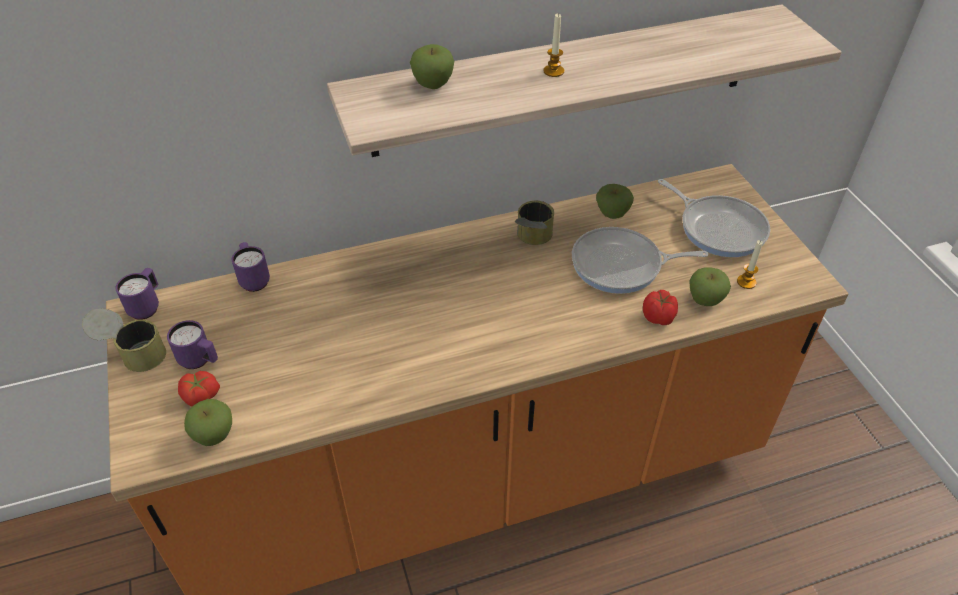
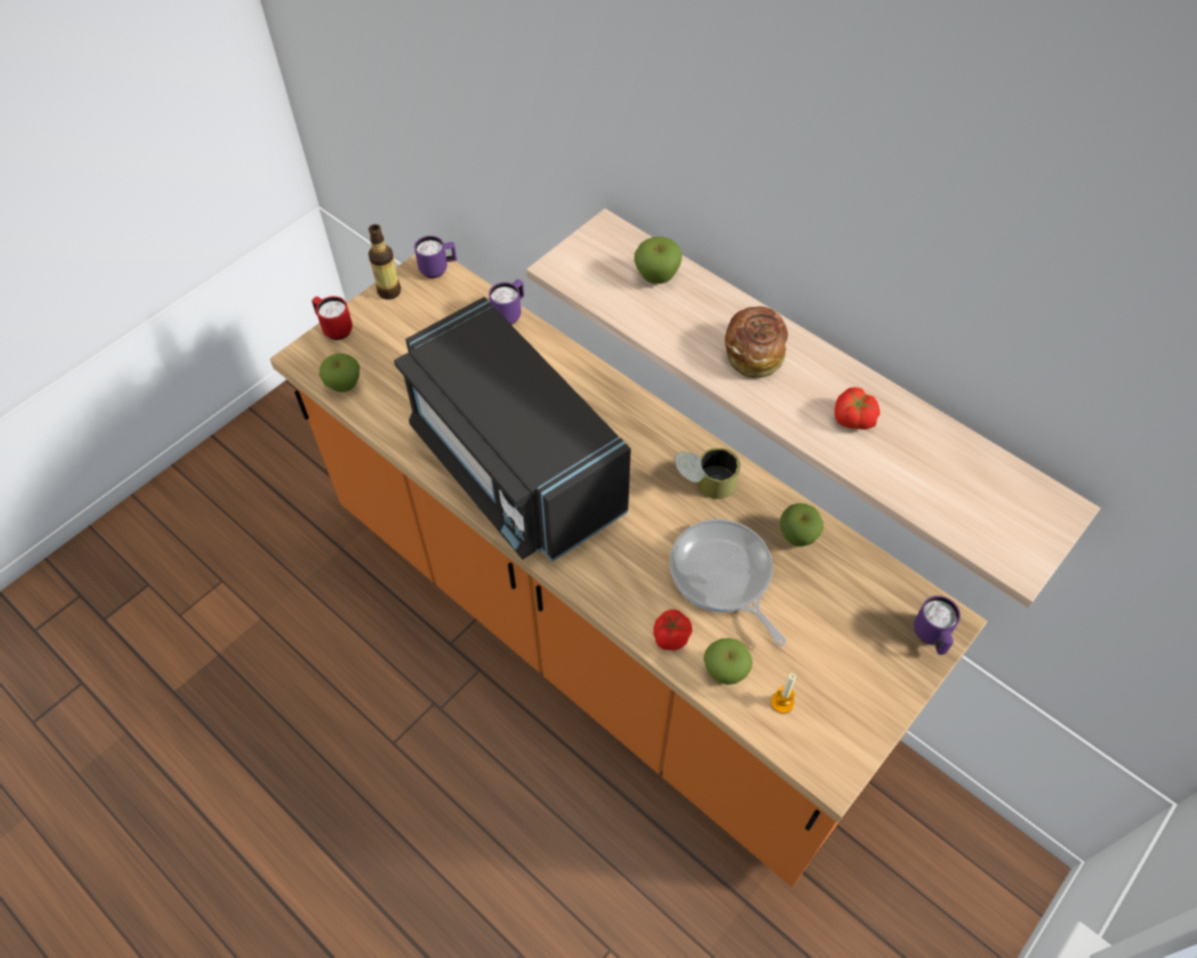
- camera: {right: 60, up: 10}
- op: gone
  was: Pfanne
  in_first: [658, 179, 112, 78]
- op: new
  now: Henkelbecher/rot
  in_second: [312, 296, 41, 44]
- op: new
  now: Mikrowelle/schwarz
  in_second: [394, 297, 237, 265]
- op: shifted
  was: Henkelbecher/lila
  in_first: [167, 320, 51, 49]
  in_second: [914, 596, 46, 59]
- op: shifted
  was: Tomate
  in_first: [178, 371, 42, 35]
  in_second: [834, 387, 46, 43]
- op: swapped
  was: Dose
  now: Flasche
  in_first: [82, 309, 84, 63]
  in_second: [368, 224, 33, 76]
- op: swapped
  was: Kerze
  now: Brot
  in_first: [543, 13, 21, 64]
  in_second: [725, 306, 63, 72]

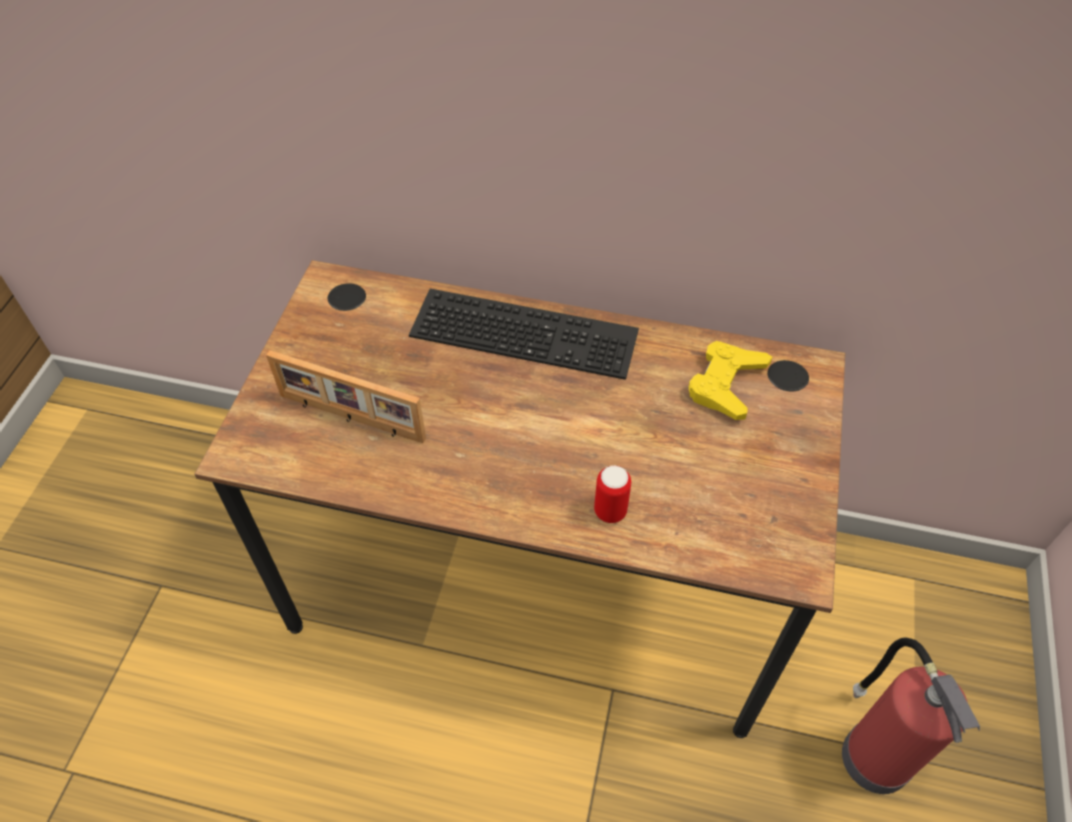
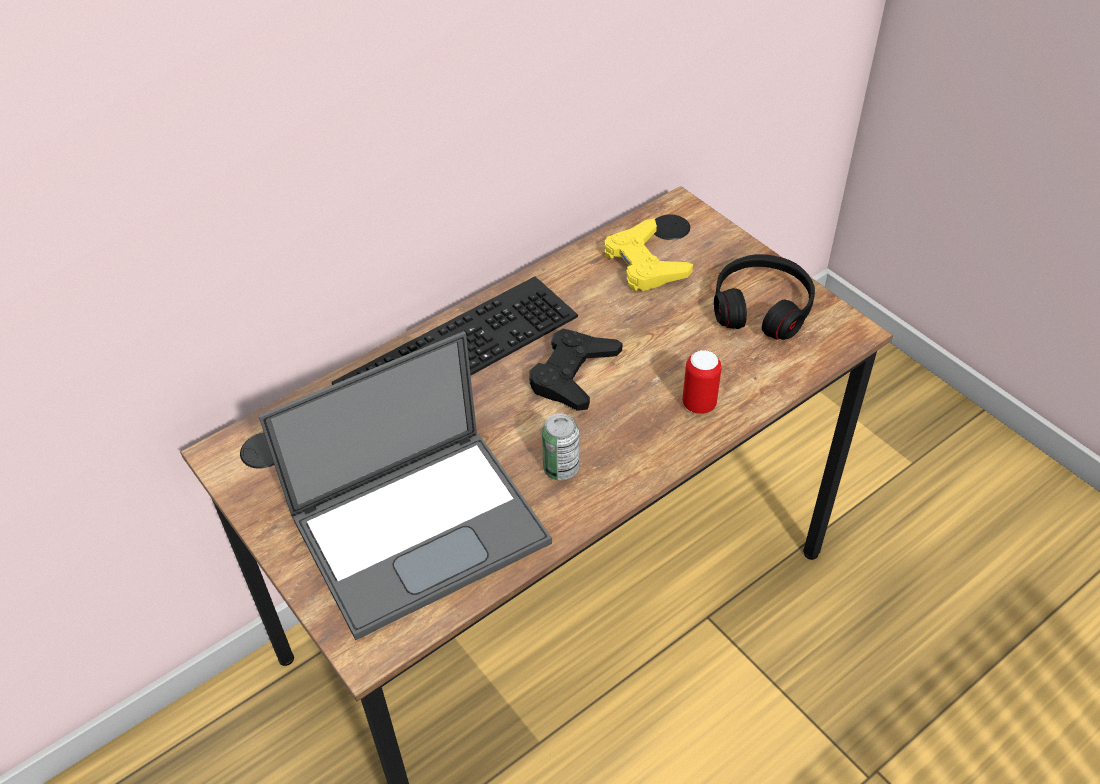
- camera: {right: -50, up: -5}
- op: gone
  was: Feuerlöscher
  in_first: [842, 638, 138, 156]
- op: new
  now: Gamepad/schwarz
  in_second: [529, 328, 93, 83]
- op: new
  now: Dose
  in_second: [542, 414, 37, 67]
- op: new
  now: Kopfhörer/schwarz
  in_second: [714, 254, 101, 86]
- op: swapped
  was: Bilderrahmen
  now: Laptop
  in_first: [266, 350, 160, 93]
  in_second: [259, 331, 293, 309]

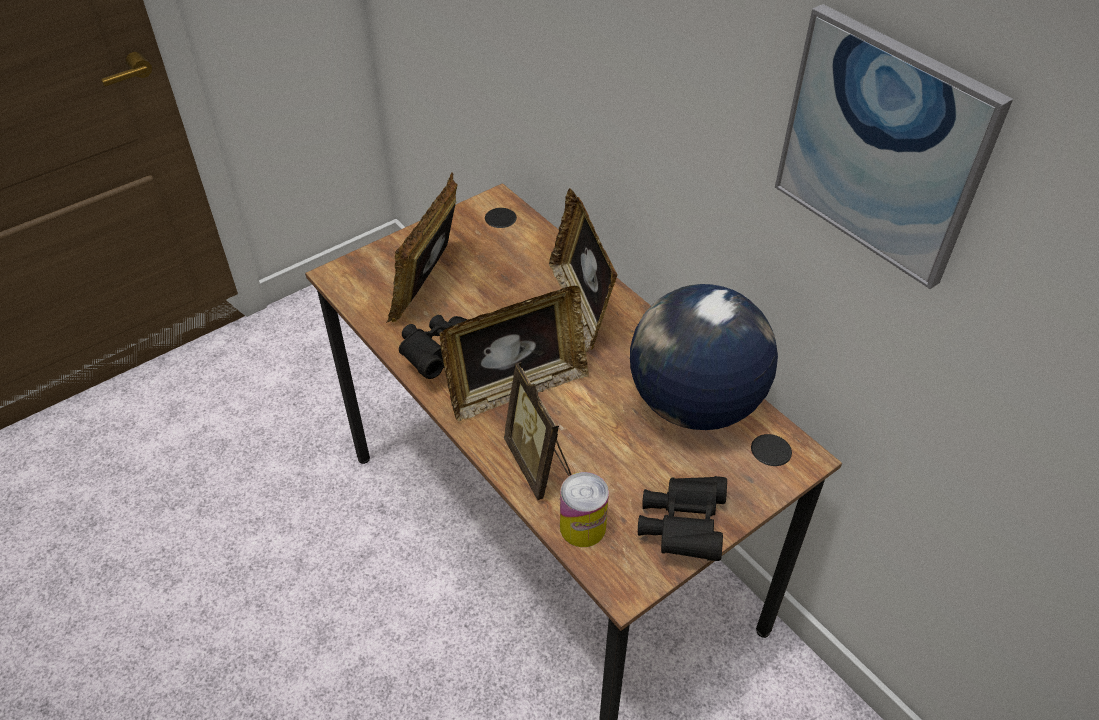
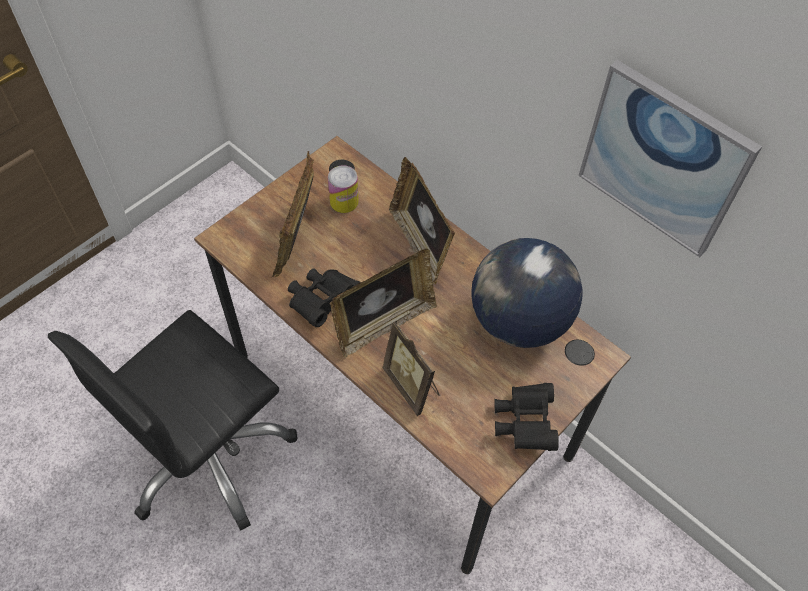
- camera: {right: -10, up: 10}
- op: new
  now: Bürostuhl/schwarz
  in_second: [48, 310, 250, 221]
- op: shifted
  was: Dose
  in_first: [560, 472, 49, 75]
  in_second: [328, 165, 31, 48]

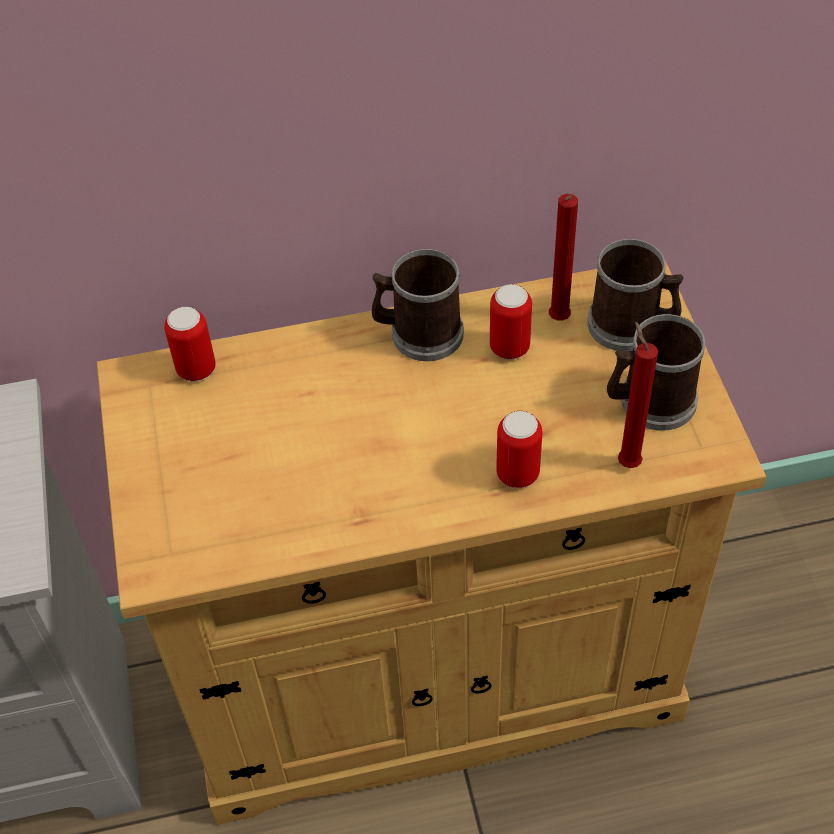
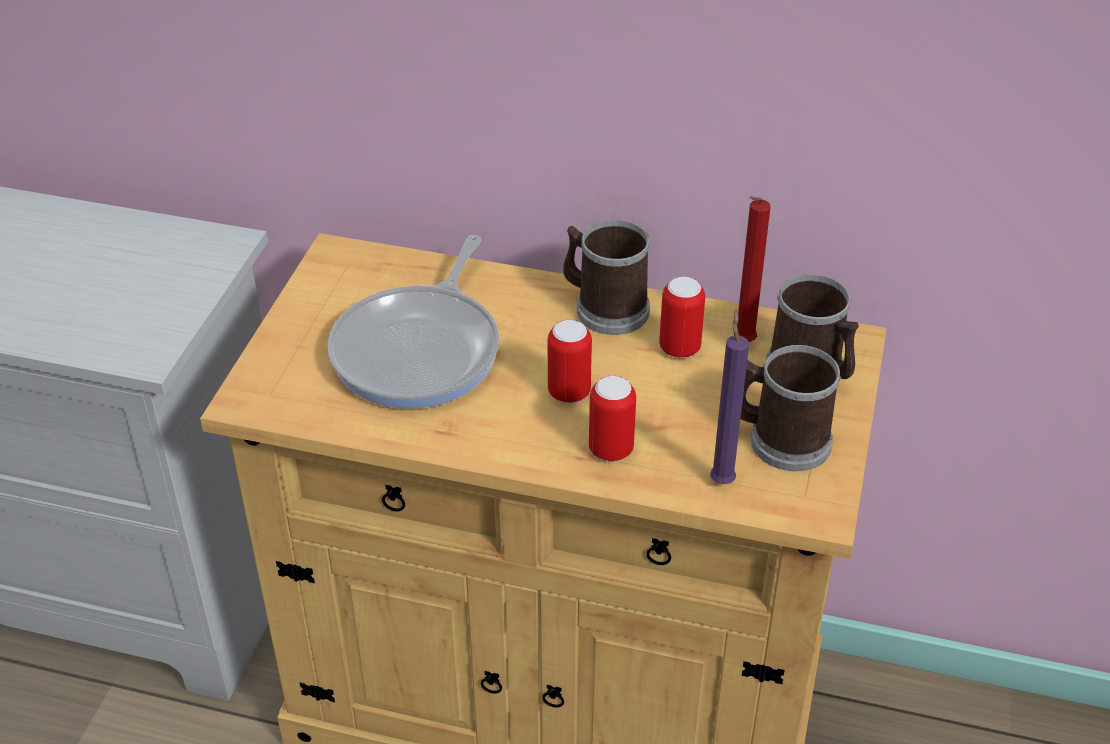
- camera: {right: 25, up: -10}
- op: new
  now: Pfanne
  in_second: [328, 235, 171, 174]
- op: shifted
  was: Dose
  in_first: [164, 306, 52, 76]
  in_second: [548, 320, 44, 84]
- op: repainted
  was: Kerze/rot
  now: Kerze/lila
  in_first: [618, 322, 40, 146]
  in_second: [710, 310, 39, 174]

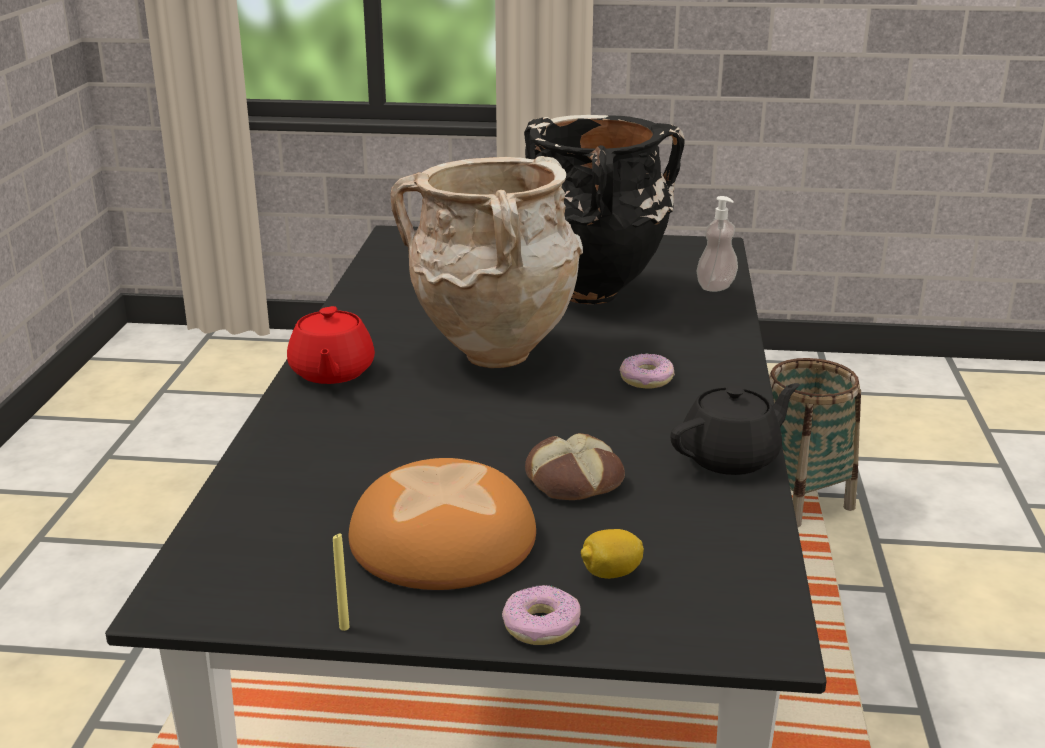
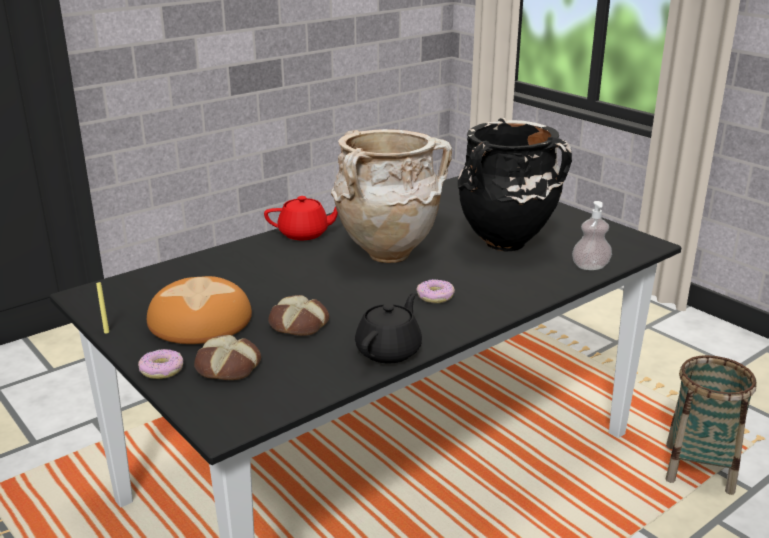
- camera: {right: 45, up: 0}
- op: swapped
  was: Zitrone
  now: Brot
  in_first: [581, 529, 63, 50]
  in_second: [194, 335, 67, 45]
- op: rotated
  was: Teekanne/rot
  in_first: [287, 306, 88, 78]
  in_second: [264, 196, 74, 44]
  clockwise: -135
- op: rotated
  was: Teekanne/schwarz
  in_first: [670, 383, 130, 92]
  in_second: [355, 292, 67, 72]
  clockwise: -75

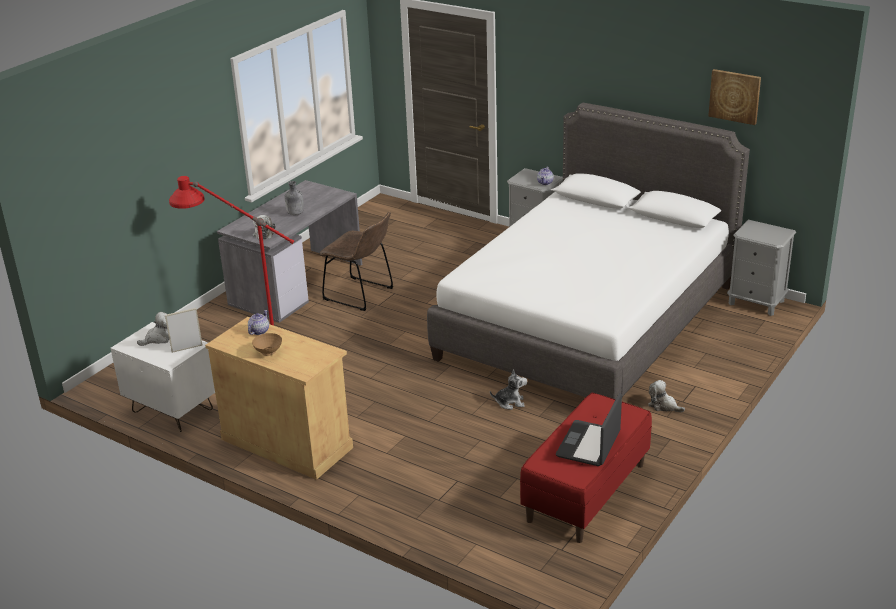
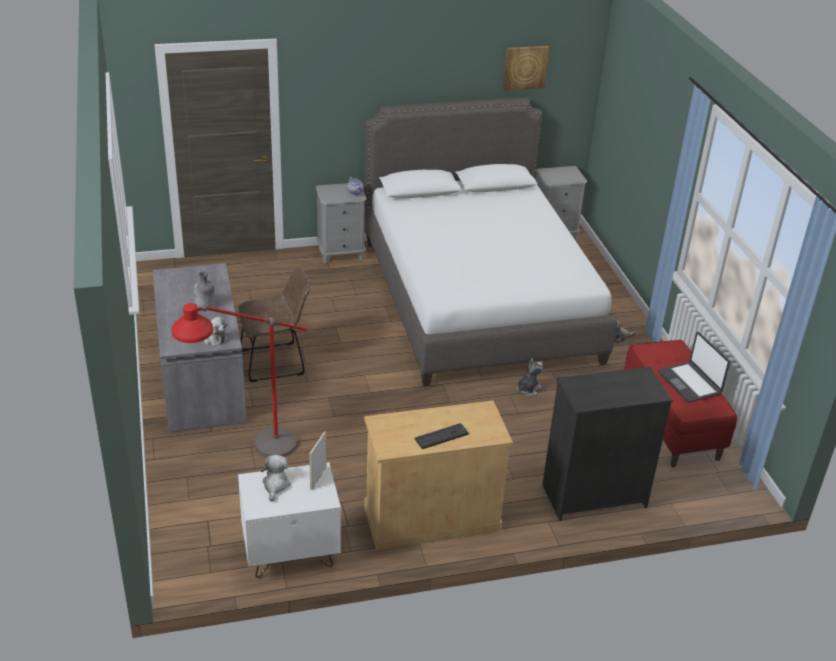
- camera: {right: -50, up: 5}
- op: gone
  was: Teekanne
  in_first: [248, 310, 21, 25]
- op: new
  now: Kommode/schwarz
  in_second: [542, 367, 131, 154]
- op: swapped
  was: Schüssel/braun
  now: Tastatur
  in_first: [252, 333, 30, 23]
  in_second: [415, 423, 54, 26]

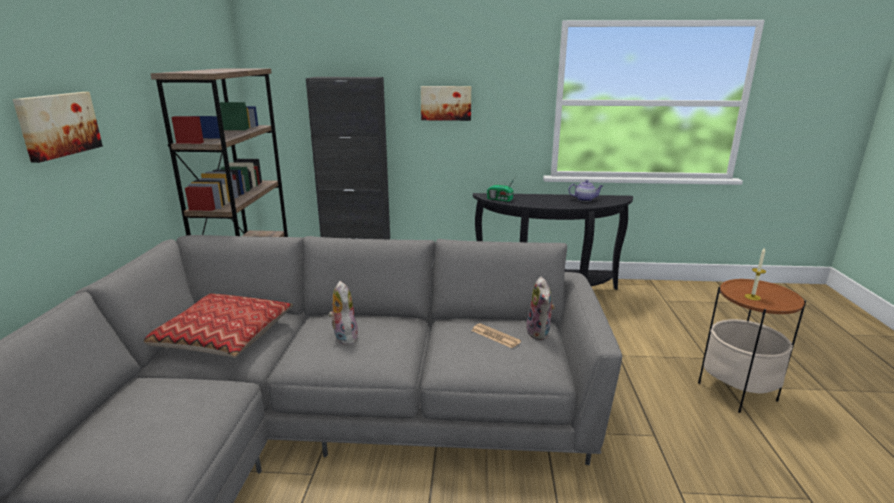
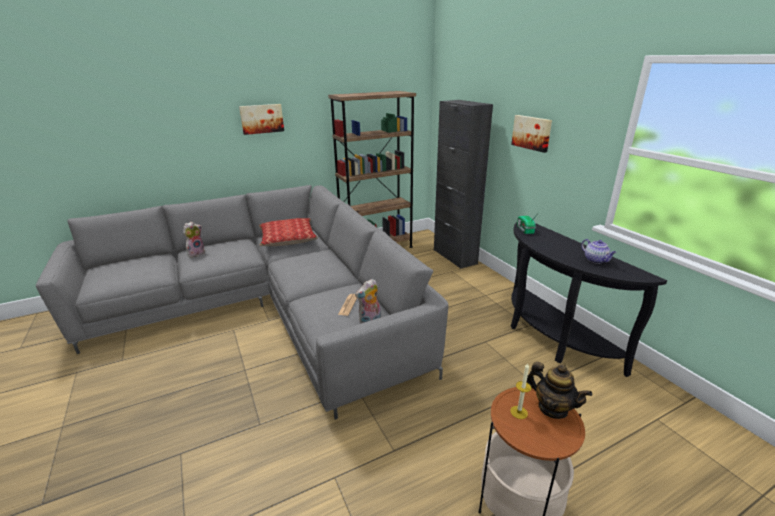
- camera: {right: 60, up: 5}
- op: new
  now: Teekanne
  in_second: [527, 362, 65, 57]
- op: shifted
  was: Plüschtier
  in_first: [328, 281, 30, 64]
  in_second: [183, 222, 22, 35]

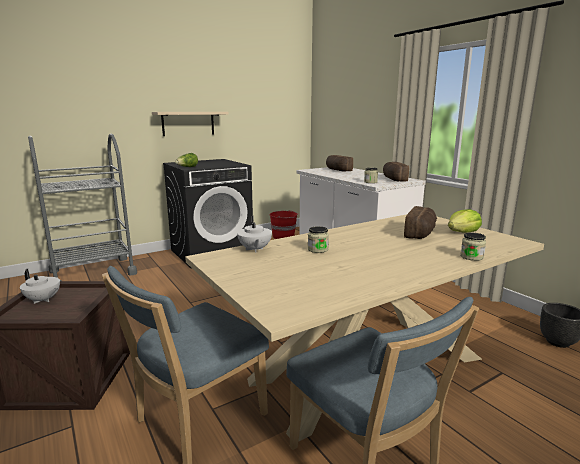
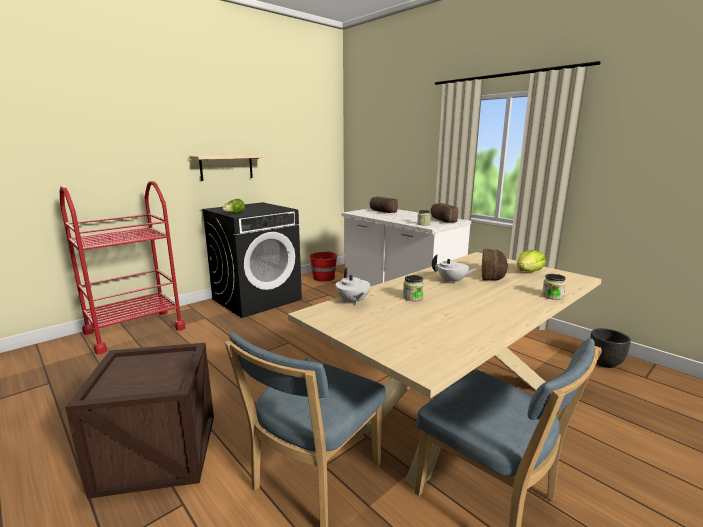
- camera: {right: -10, up: 0}
- op: shifted
  was: Teekanne/weiß
  in_first: [20, 269, 40, 35]
  in_second: [432, 254, 46, 30]
- op: repainted
  was: Rollwagen/grau
  now: Rollwagen/rot
  in_first: [28, 134, 109, 147]
  in_second: [60, 181, 126, 174]

